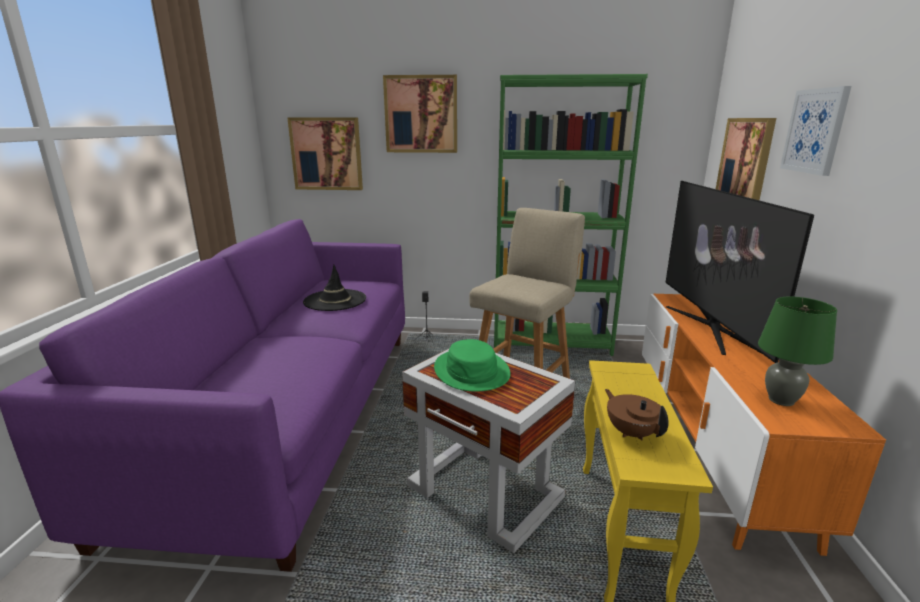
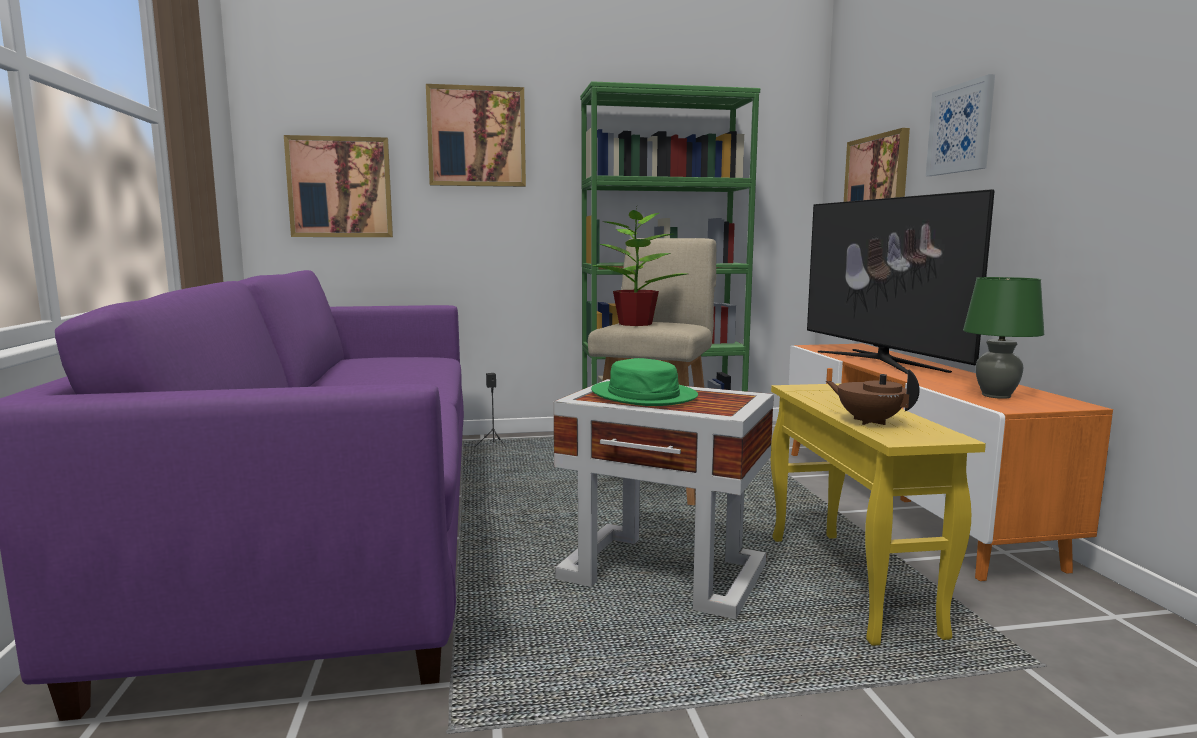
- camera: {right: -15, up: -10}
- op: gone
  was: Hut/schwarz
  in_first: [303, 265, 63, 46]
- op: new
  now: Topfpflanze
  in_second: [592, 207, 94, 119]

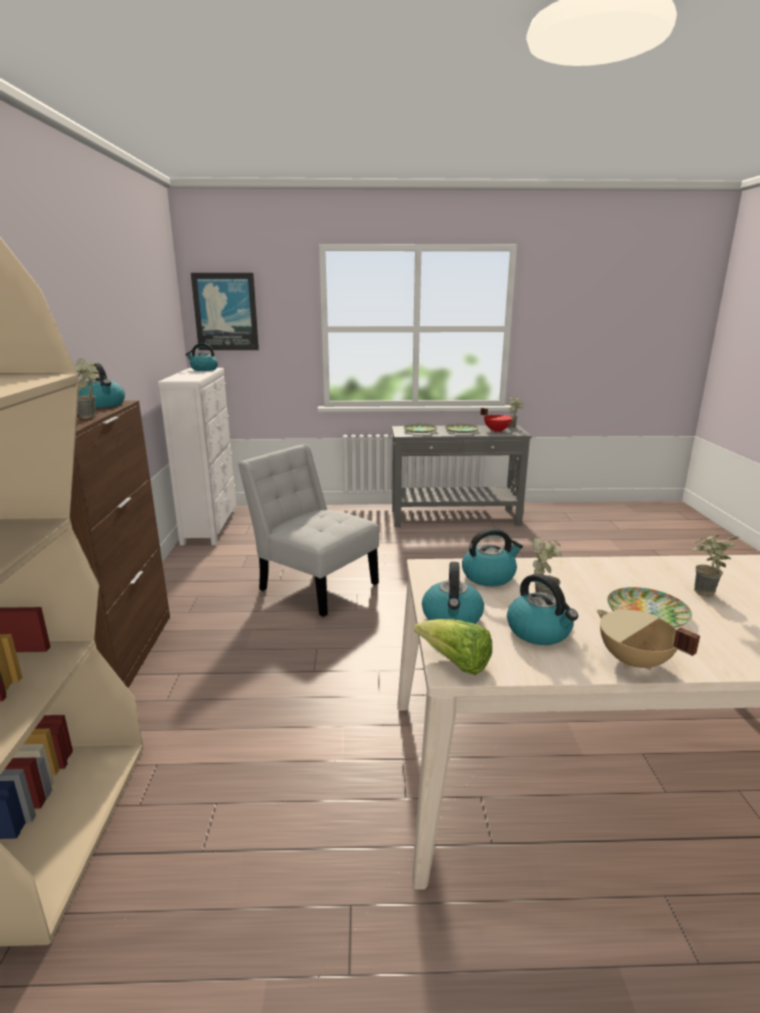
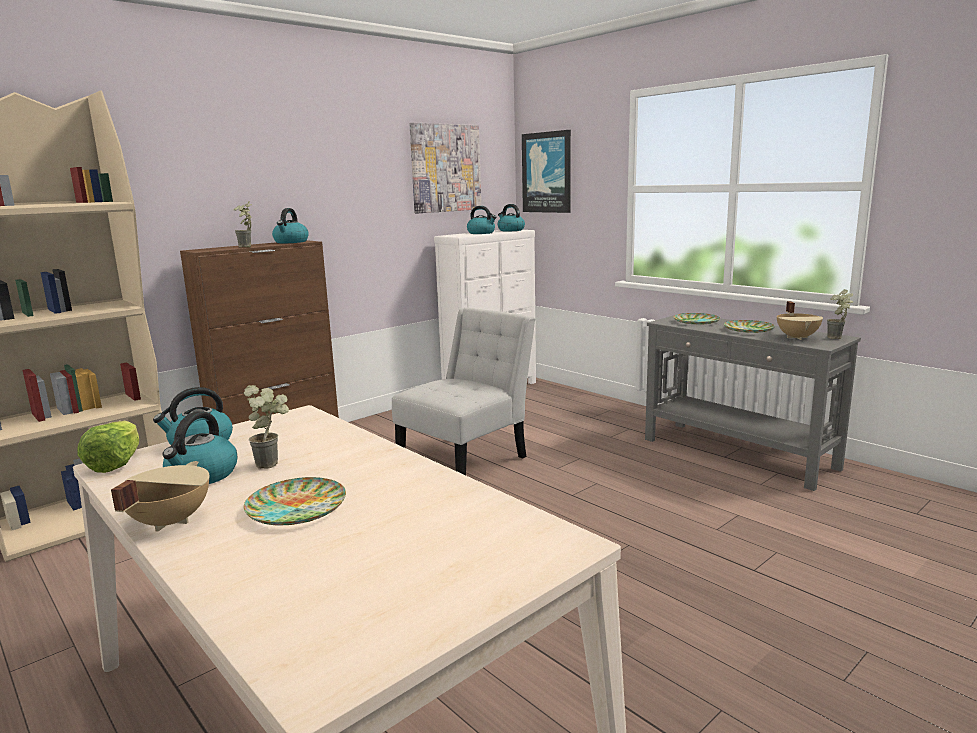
- camera: {right: 50, up: -5}
- op: gone
  was: Topfpflanze
  in_first: [692, 535, 47, 62]
- op: new
  now: Bild
  in_second: [410, 122, 71, 91]
- op: shifted
  was: Wasserkessel
  in_first: [462, 528, 61, 58]
  in_second: [467, 206, 29, 28]
- op: repainted
  was: Kochtopf/rot
  now: Kochtopf/beige
  in_first: [480, 408, 33, 24]
  in_second: [777, 301, 46, 39]
- op: rotated
  was: Stuhl/weiß
  in_first: [238, 444, 141, 173]
  in_second: [392, 307, 143, 168]
  clockwise: 45

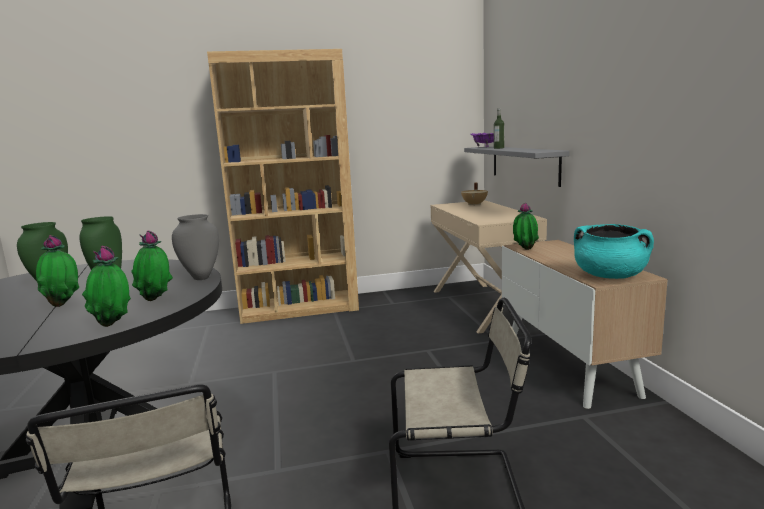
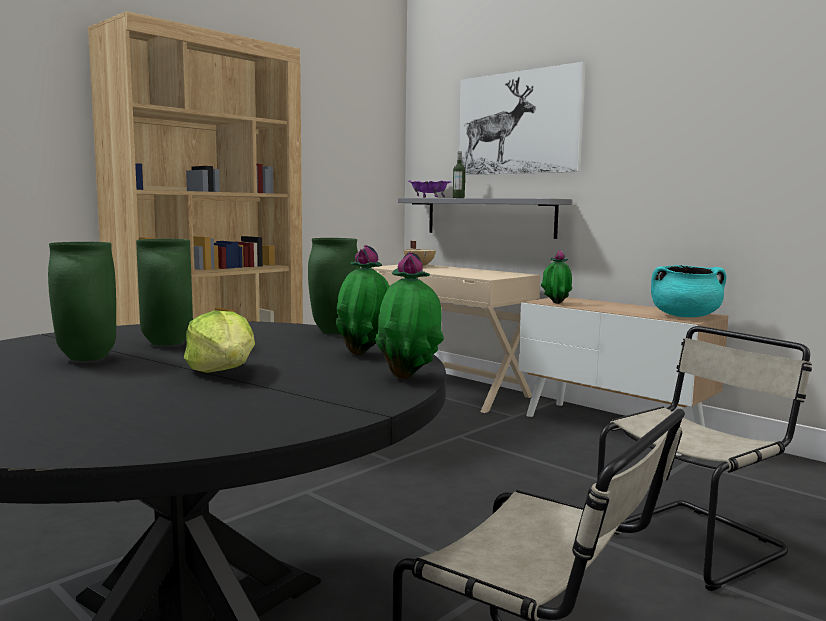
- camera: {right: -35, up: -5}
- op: new
  now: Bild
  in_second: [459, 62, 127, 113]
- op: swapped
  was: Topfpflanze
  now: Salatkopf
  in_first: [36, 235, 43, 72]
  in_second: [184, 311, 71, 62]
- op: repainted
  was: Vase/grau
  now: Vase/grün
  in_first: [172, 214, 47, 66]
  in_second: [308, 238, 52, 97]

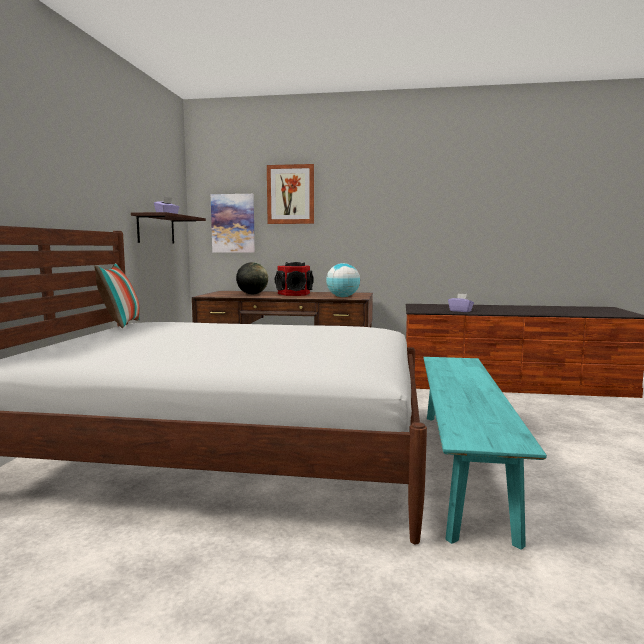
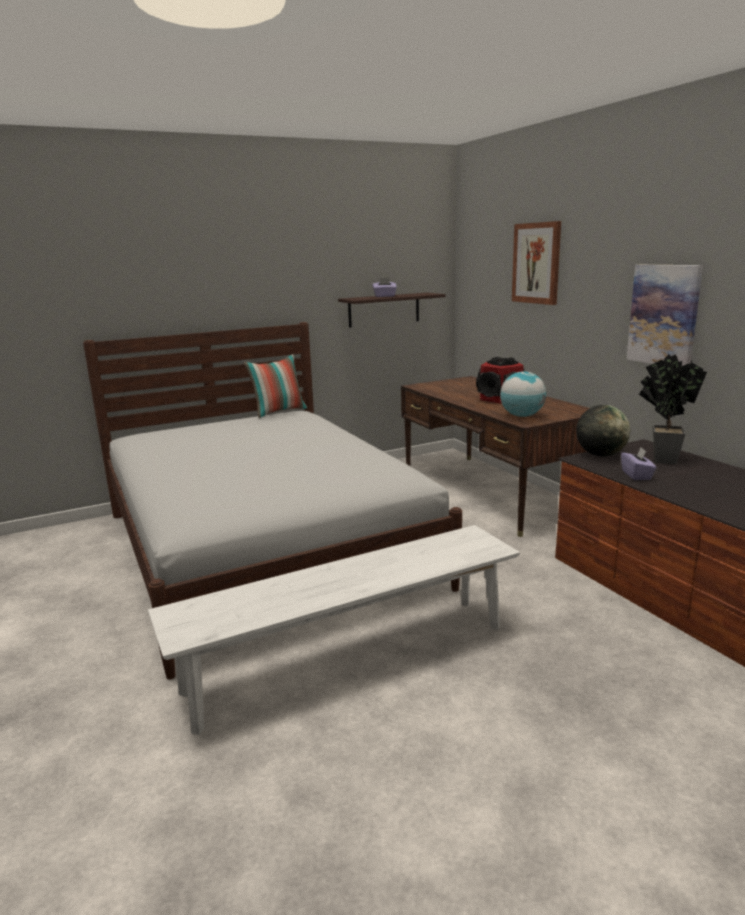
- camera: {right: 55, up: 10}
- op: new
  now: Topfpflanze
  in_second: [639, 354, 68, 110]
- op: shifted
  was: Bild
  in_first: [211, 194, 44, 59]
  in_second: [627, 265, 76, 101]
- op: shifted
  was: Globus
  in_first: [236, 262, 32, 32]
  in_second: [576, 405, 54, 51]
- op: repainted
  was: Bank/türkis
  now: Bank/weiß
  in_first: [423, 357, 124, 193]
  in_second: [148, 525, 372, 210]

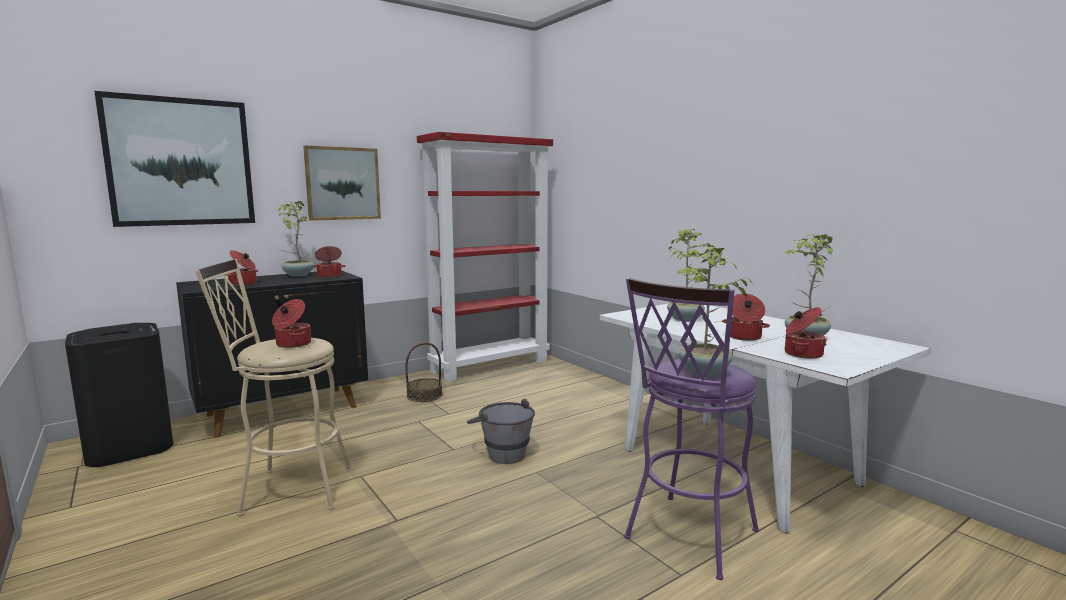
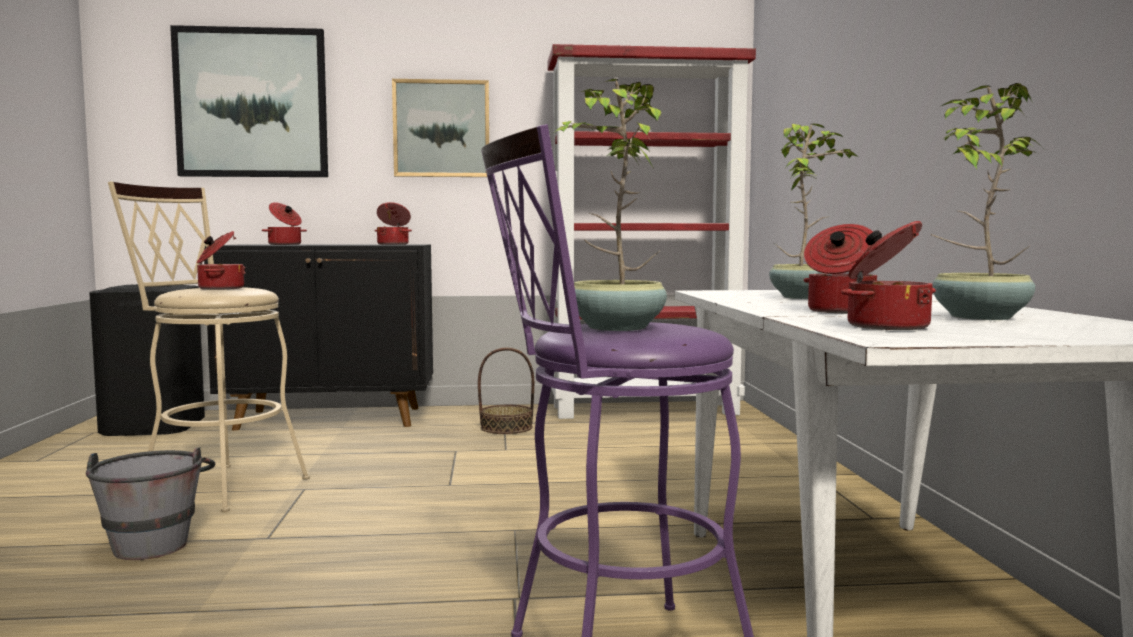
- camera: {right: 30, up: -5}
- op: gone
  was: Topfpflanze
  in_first: [278, 201, 36, 76]
- op: shifted
  was: Eimer/grau
  in_first: [467, 399, 68, 65]
  in_second: [86, 447, 129, 113]

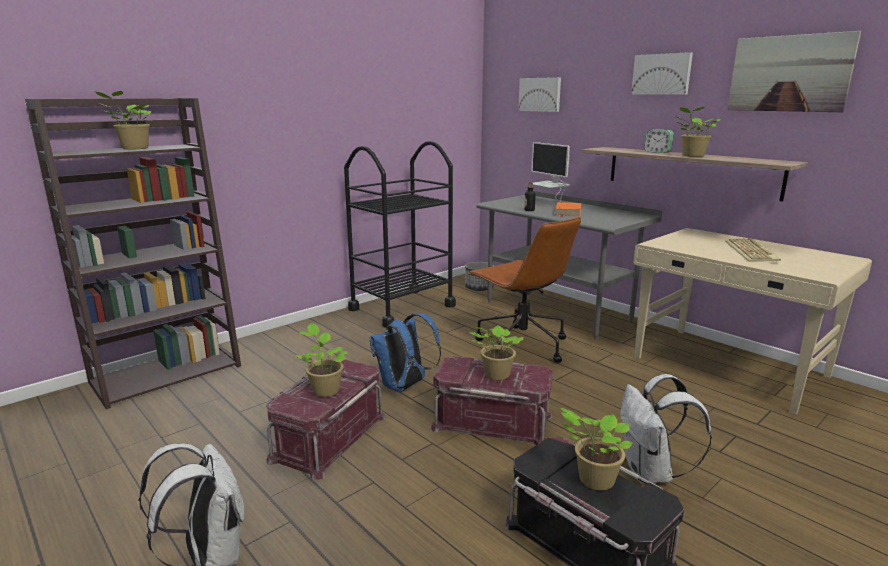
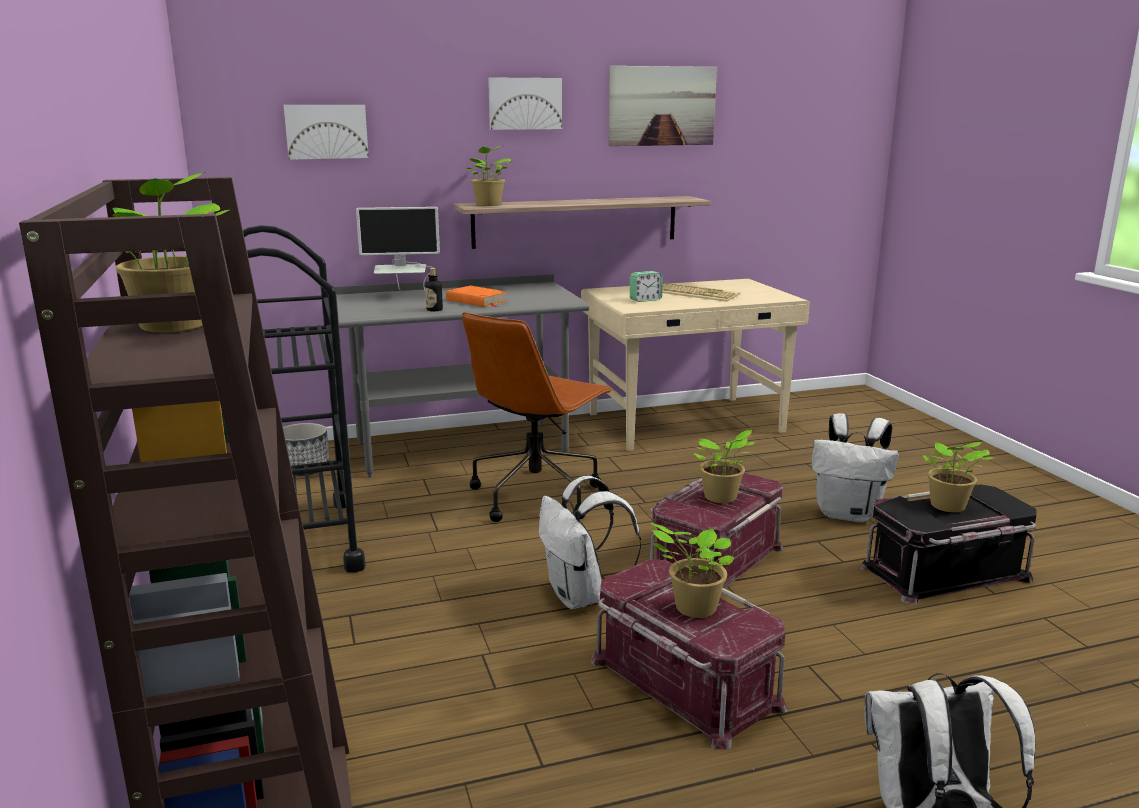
- camera: {right: -65, up: 0}
- op: shifted
  was: Wecker
  in_first: [644, 129, 30, 24]
  in_second: [630, 271, 32, 31]
- op: shifted
  was: Topfpflanze
  in_first: [674, 107, 47, 50]
  in_second: [466, 145, 46, 61]
- op: repainted
  was: Rucksack/blau
  now: Rucksack/weiß
  in_first: [369, 313, 72, 79]
  in_second: [539, 476, 102, 133]
- op: rotated
  was: Bürostuhl/braun
  in_first: [468, 217, 113, 146]
  in_second: [462, 312, 151, 210]
  clockwise: 135

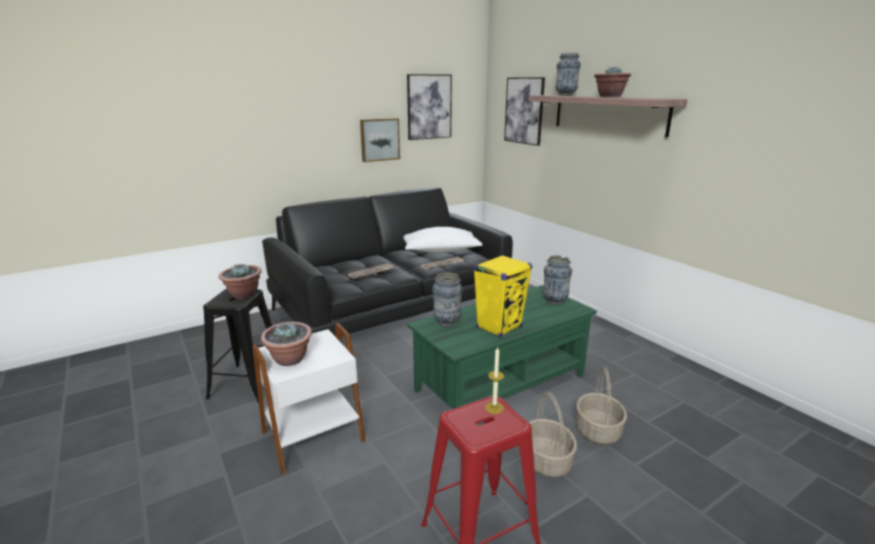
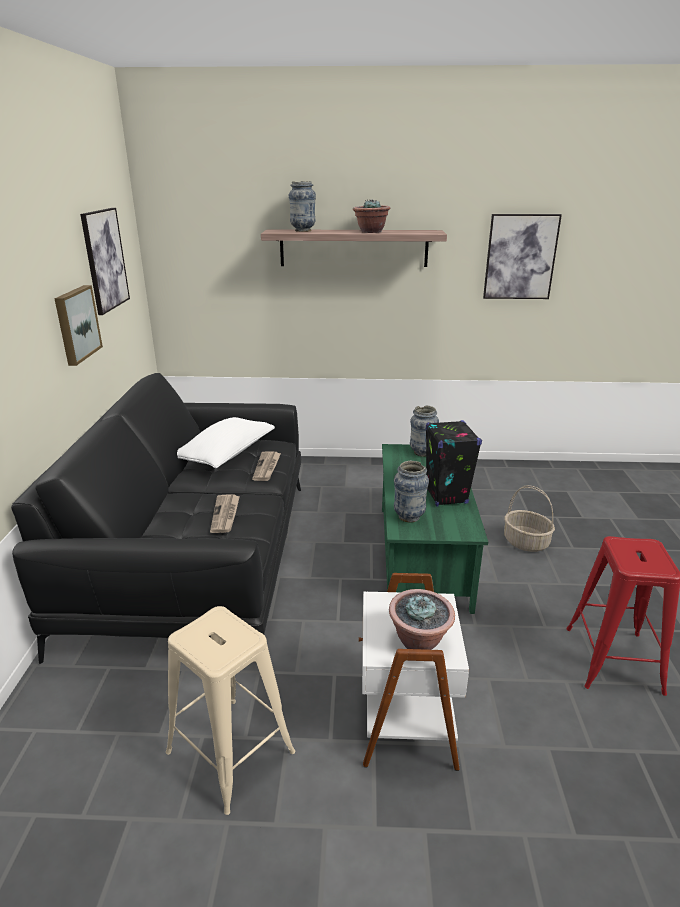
- camera: {right: -55, up: 5}
- op: gone
  was: Topfpflanze
  in_first: [219, 263, 43, 36]
- op: gone
  was: Kerze
  in_first: [485, 347, 19, 67]
- op: gone
  was: Korb
  in_first: [529, 392, 48, 85]
- op: shifted
  was: Bild
  in_first: [504, 77, 41, 69]
  in_second: [483, 214, 79, 85]
- op: repainted
  was: Hocker/schwarz
  now: Hocker/beige
  in_first: [203, 289, 69, 114]
  in_second: [166, 606, 129, 209]
- op: repainted
  was: Lautsprecher/gelb
  now: Lautsprecher/schwarz
  in_first: [473, 255, 59, 83]
  in_second: [426, 420, 56, 87]

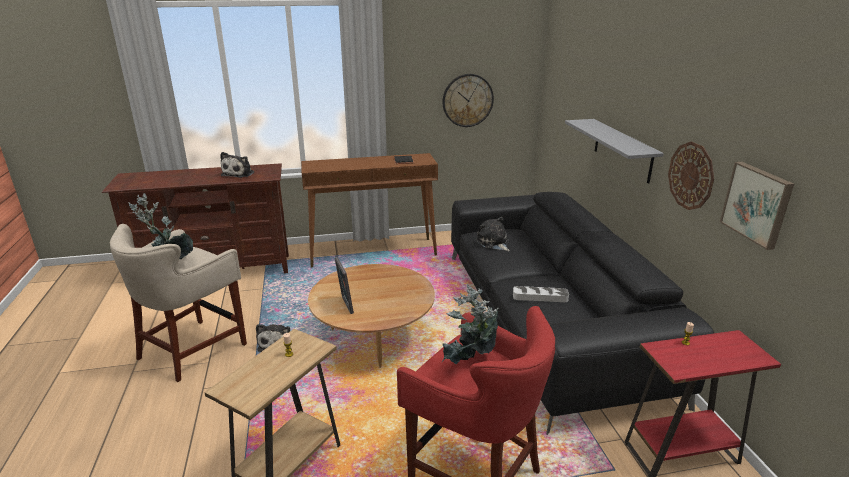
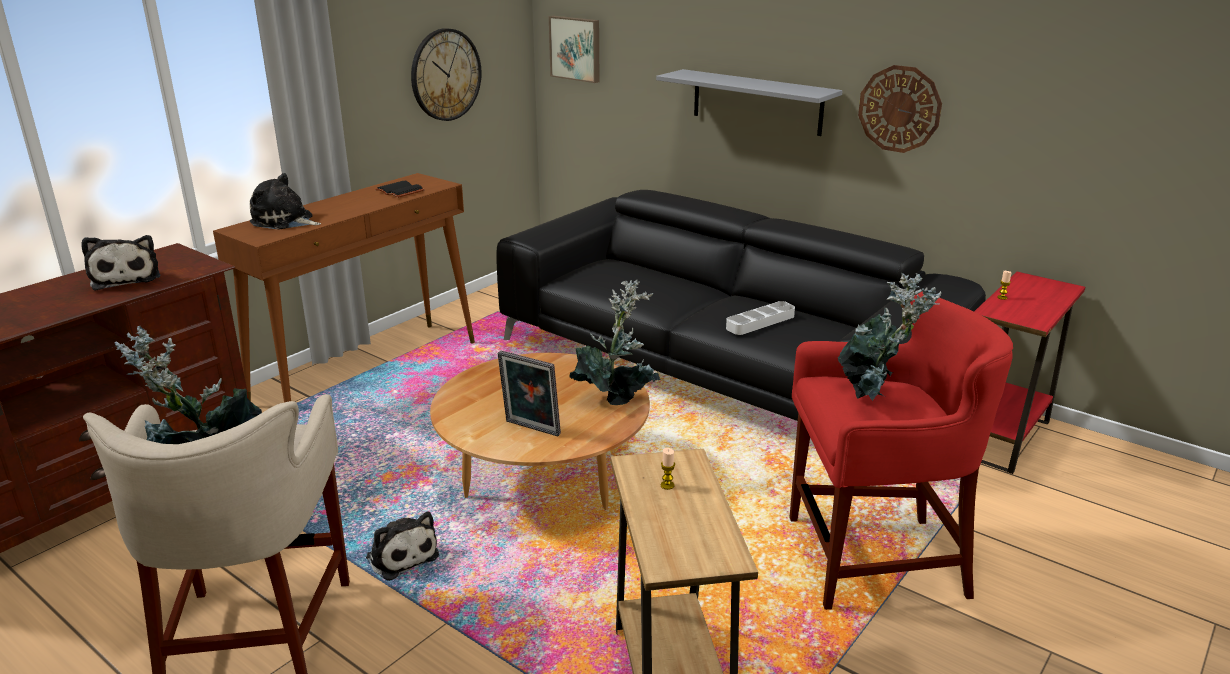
- camera: {right: -40, up: 0}
- op: new
  now: Topfpflanze
  in_second: [570, 279, 91, 126]
- op: shifted
  was: Plüschtier
  in_first: [476, 217, 34, 34]
  in_second: [250, 173, 71, 57]
- op: shifted
  was: Bild
  in_first: [720, 162, 74, 88]
  in_second: [549, 16, 50, 67]

